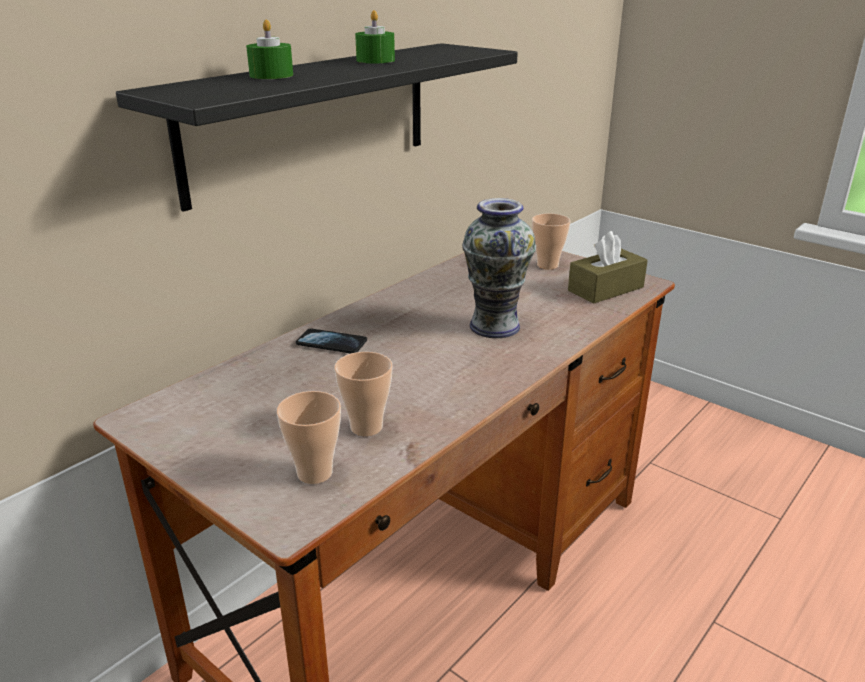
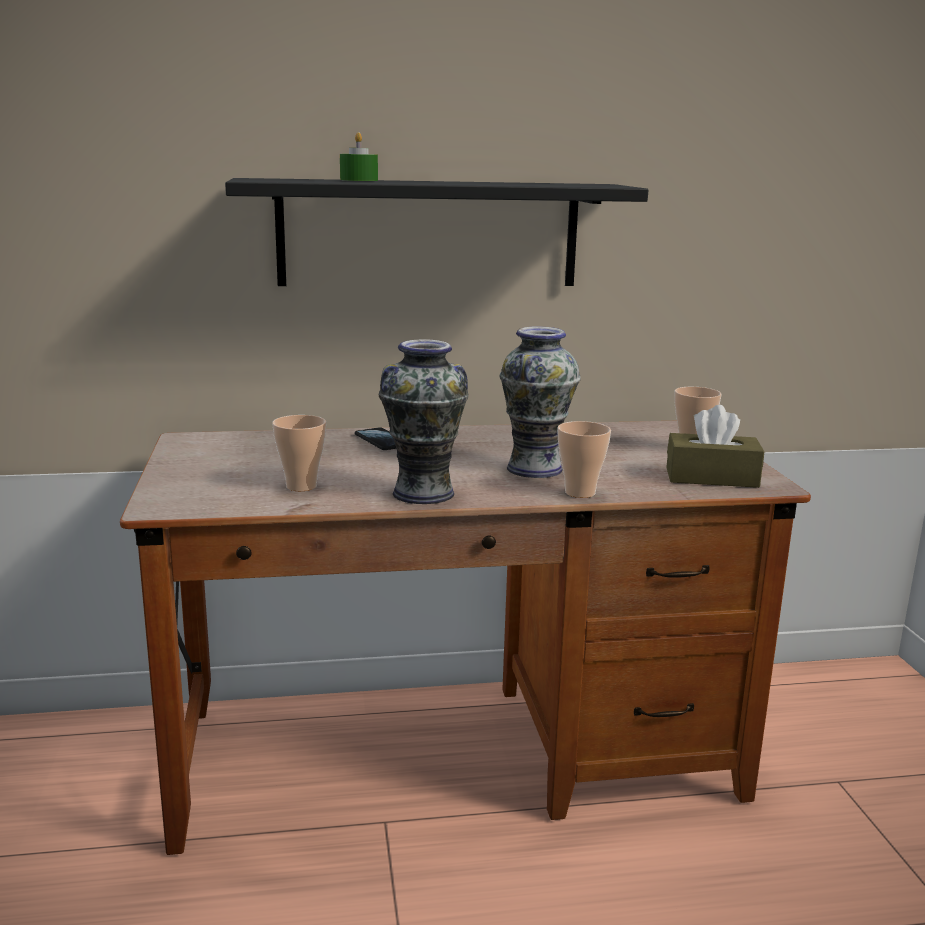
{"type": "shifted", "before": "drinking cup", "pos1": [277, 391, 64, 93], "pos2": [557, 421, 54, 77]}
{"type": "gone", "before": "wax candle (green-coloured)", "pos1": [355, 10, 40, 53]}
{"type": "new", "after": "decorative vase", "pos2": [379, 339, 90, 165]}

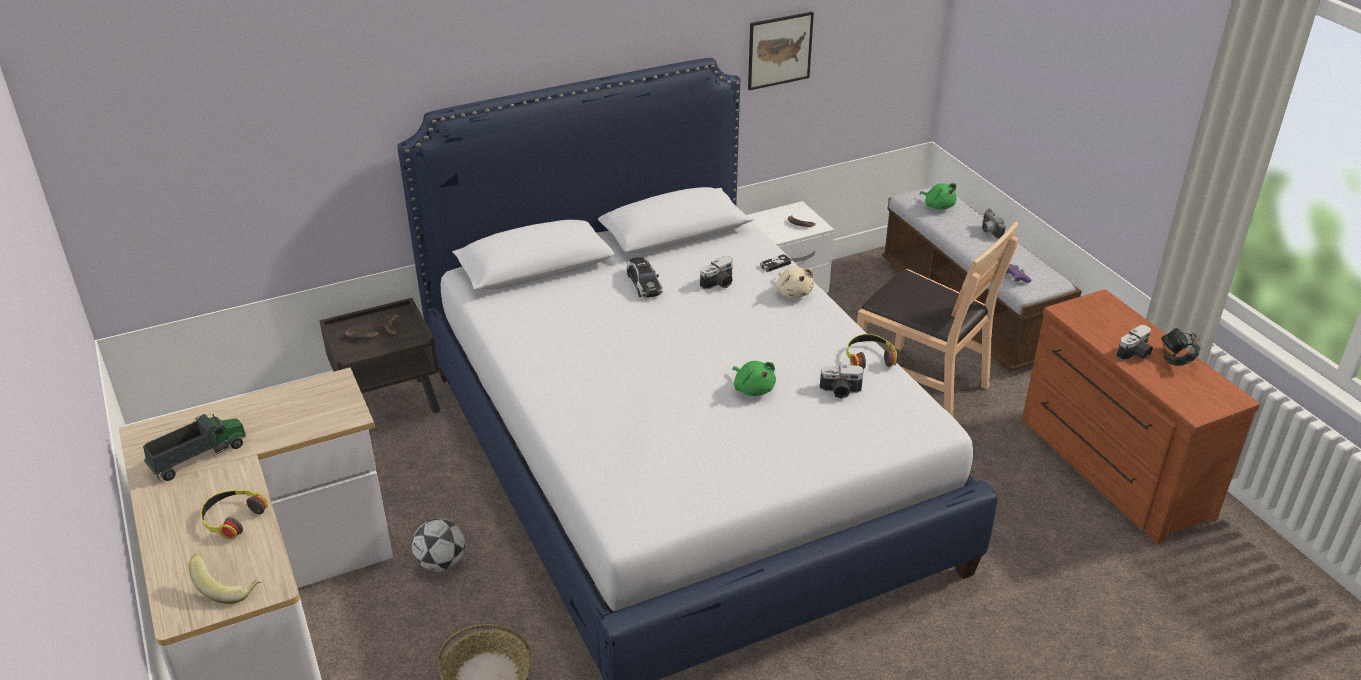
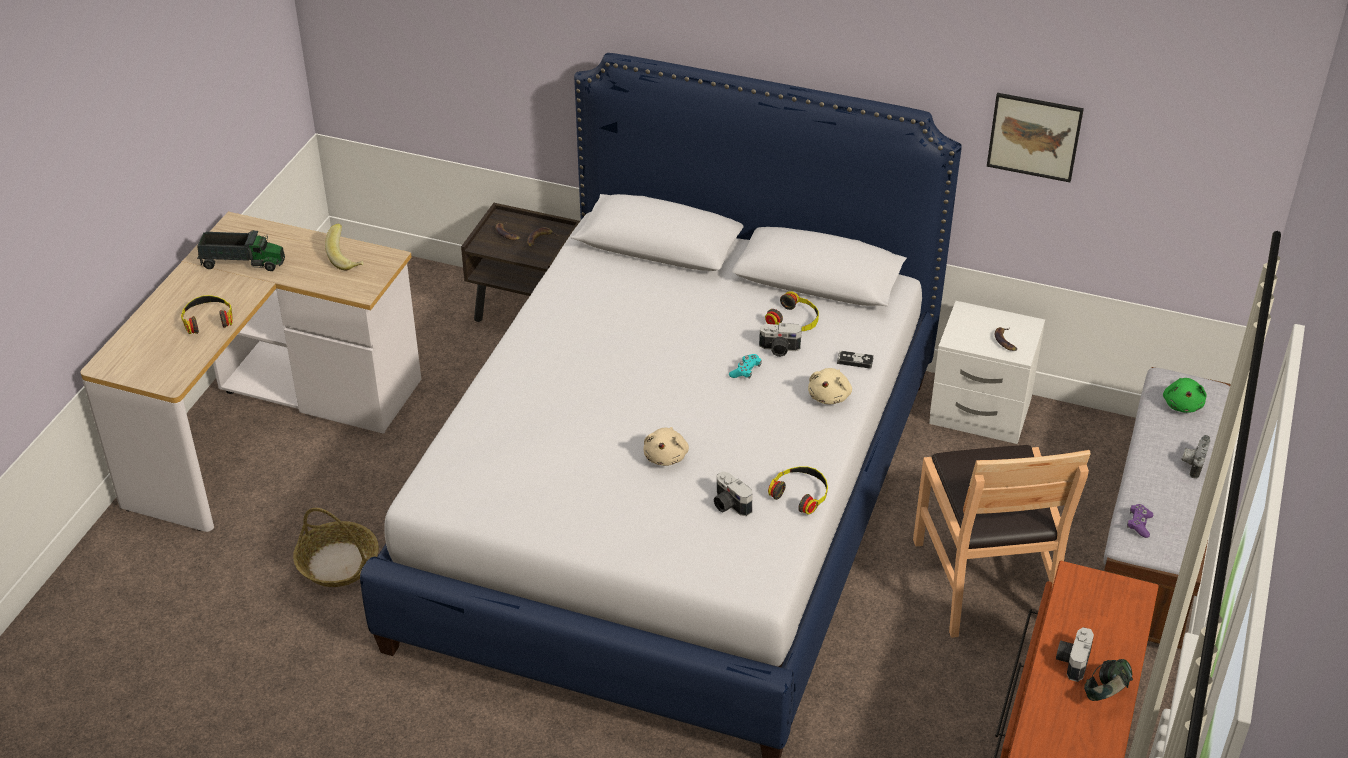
{"type": "shifted", "before": "banana fruit", "pos1": [189, 554, 73, 50], "pos2": [325, 224, 38, 47]}
{"type": "gone", "before": "football", "pos1": [412, 518, 53, 53]}
{"type": "gone", "before": "miniature car", "pos1": [627, 257, 36, 41]}
{"type": "repainted", "before": "soft toy (green-coloured)", "after": "soft toy (beige-coloured)", "pos1": [733, 361, 43, 35], "pos2": [644, 427, 45, 39]}
{"type": "rotated", "before": "still camera", "pos1": [1116, 325, 37, 36], "pos2": [1056, 627, 38, 55], "turn": 105}
{"type": "new", "after": "gamepad (turquoise-coloured)", "pos2": [729, 354, 33, 25]}
{"type": "new", "after": "pair of headphones", "pos2": [765, 291, 54, 40]}

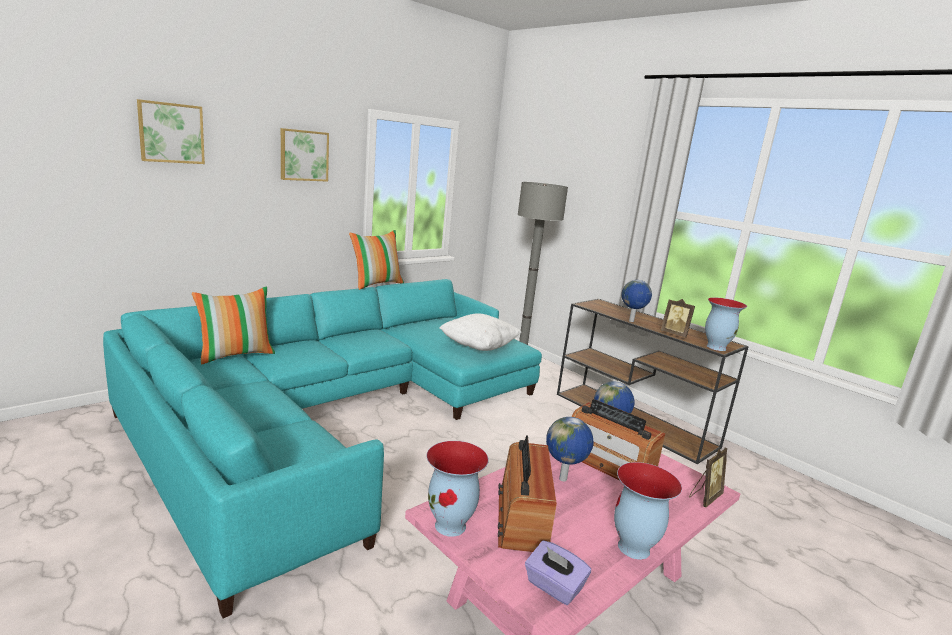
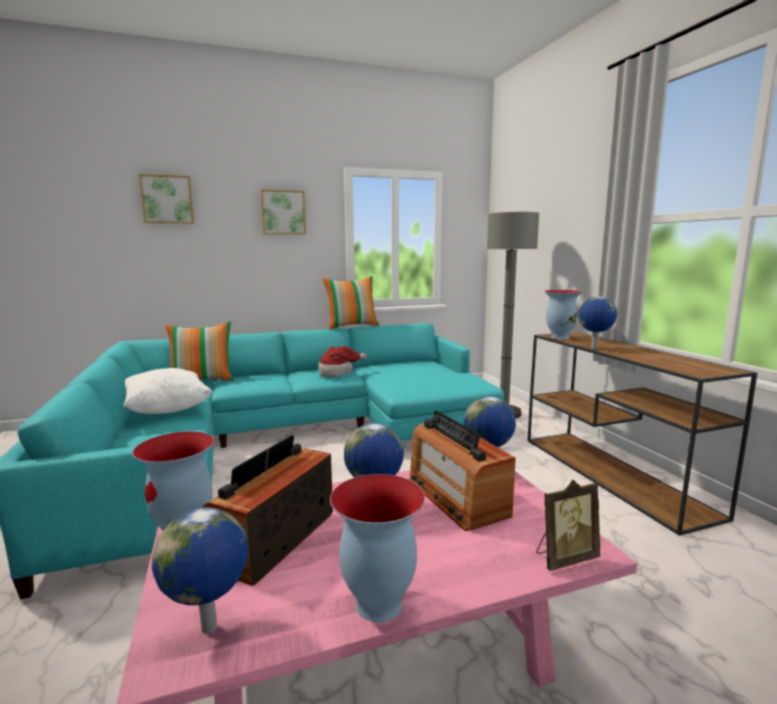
{"type": "shifted", "before": "cushion (white-coloured)", "pos1": [439, 313, 82, 38], "pos2": [123, 368, 89, 46]}
{"type": "swapped", "before": "tissue box (purplish)", "after": "world globe", "pos1": [525, 540, 66, 65], "pos2": [152, 508, 96, 126]}
{"type": "gone", "before": "photo frame", "pos1": [661, 299, 34, 39]}
{"type": "shifted", "before": "decorative vase", "pos1": [705, 297, 42, 54], "pos2": [545, 290, 37, 49]}
{"type": "new", "after": "hat", "pos2": [318, 346, 49, 31]}

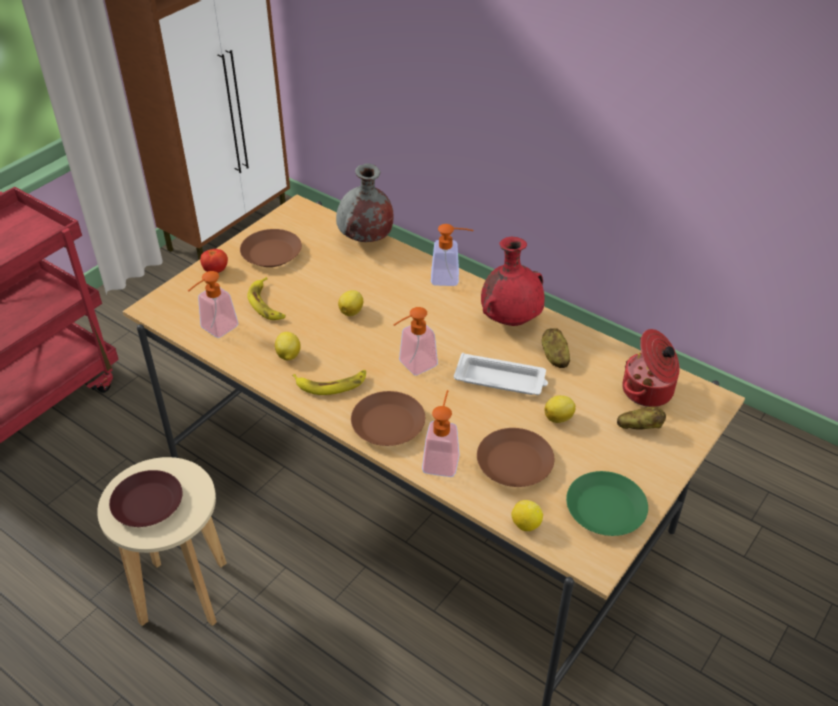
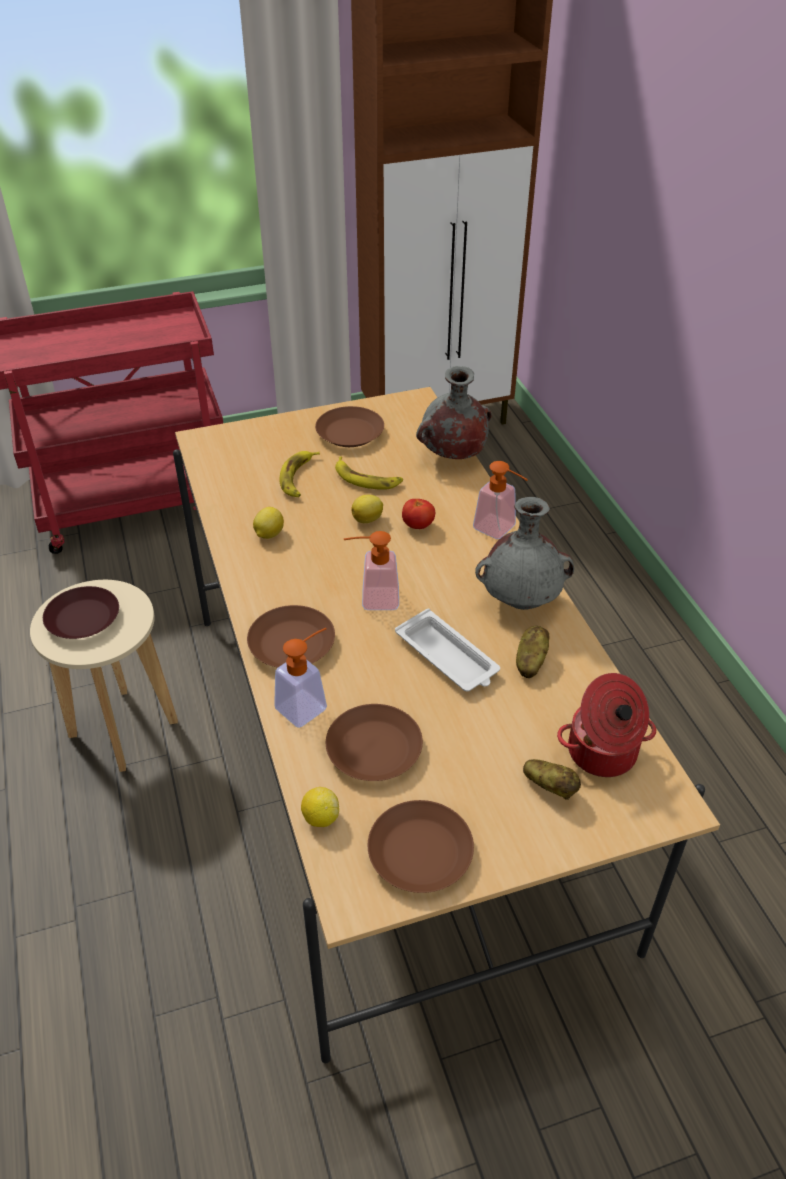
{"type": "gone", "before": "soap dispenser", "pos1": [188, 271, 51, 67]}
{"type": "shifted", "before": "fresh tomato", "pos1": [200, 249, 28, 24], "pos2": [402, 499, 33, 30]}
{"type": "shifted", "before": "banana fruit", "pos1": [293, 370, 73, 25], "pos2": [335, 456, 68, 34]}
{"type": "repainted", "before": "decorative vase (red-coloured)", "after": "decorative vase (gray)", "pos1": [481, 237, 63, 89], "pos2": [475, 497, 99, 113]}
{"type": "gone", "before": "citrus fruit", "pos1": [545, 395, 31, 28]}
{"type": "repainted", "before": "plate (green-coloured)", "after": "plate (brown)", "pos1": [566, 471, 82, 65], "pos2": [368, 800, 106, 93]}

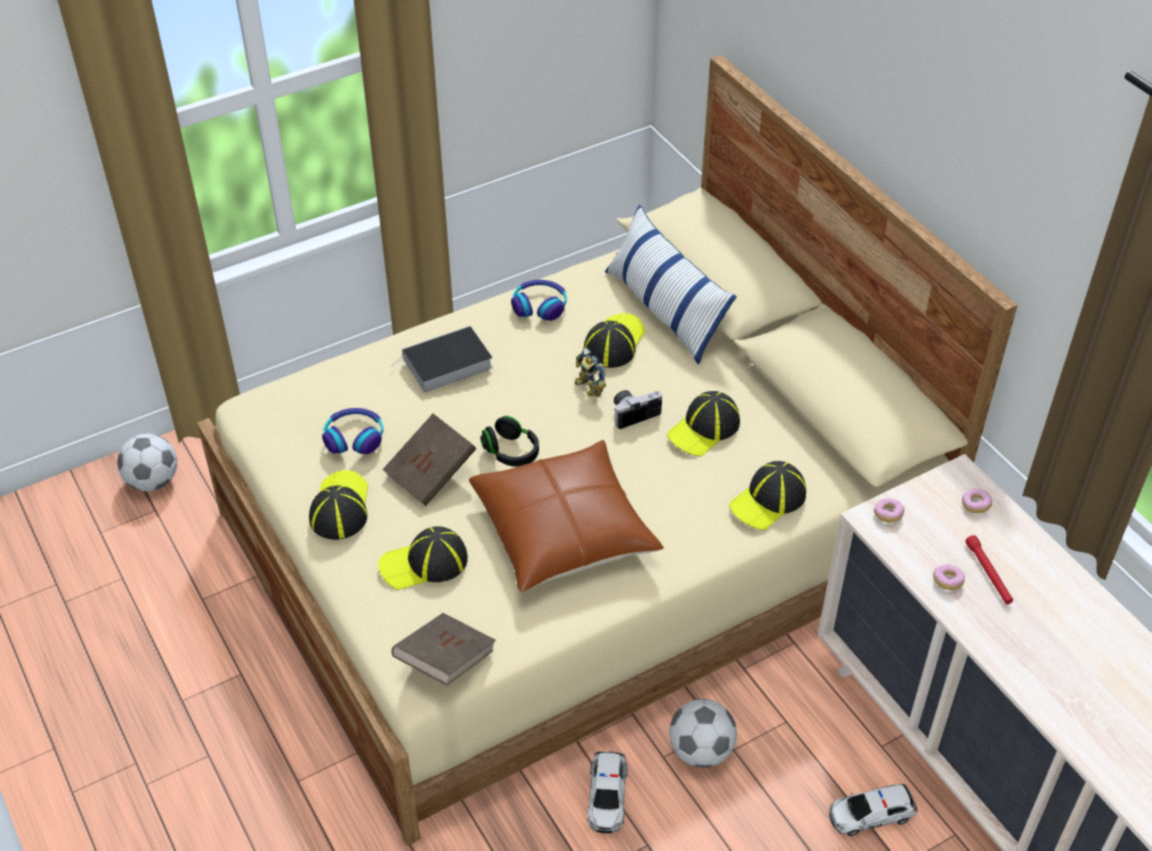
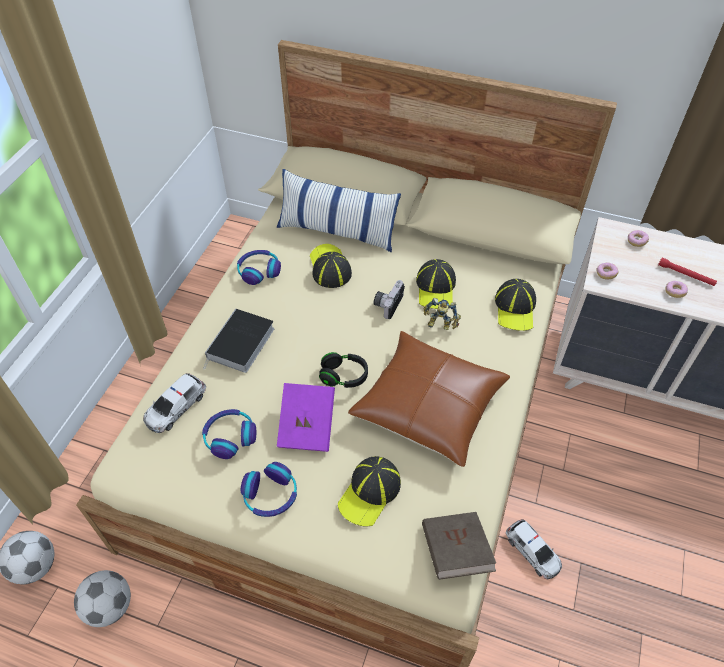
{"type": "swapped", "before": "peaked cap", "after": "pair of headphones", "pos1": [309, 470, 59, 70], "pos2": [241, 462, 56, 55]}
{"type": "repainted", "before": "book (brown)", "after": "book (purplish)", "pos1": [382, 414, 94, 92], "pos2": [277, 383, 58, 69]}
{"type": "shifted", "before": "robot figure", "pos1": [575, 348, 31, 49], "pos2": [423, 298, 38, 32]}
{"type": "shifted", "before": "football", "pos1": [669, 699, 68, 69], "pos2": [74, 570, 57, 57]}
{"type": "shifted", "before": "miniature car", "pos1": [829, 784, 89, 52], "pos2": [143, 373, 63, 60]}

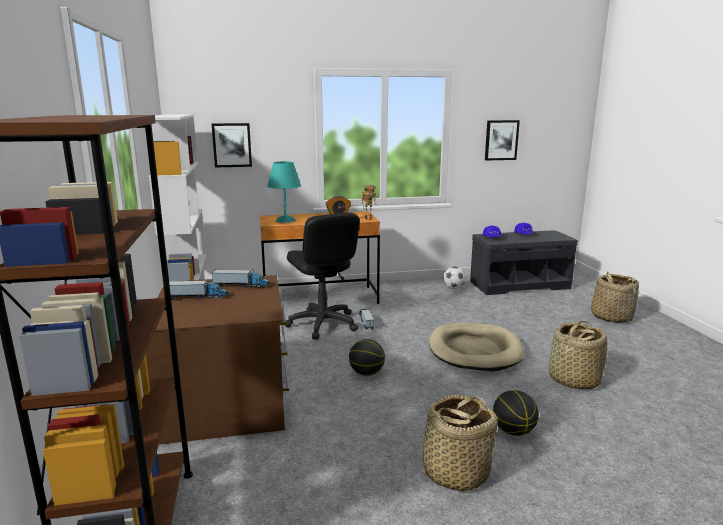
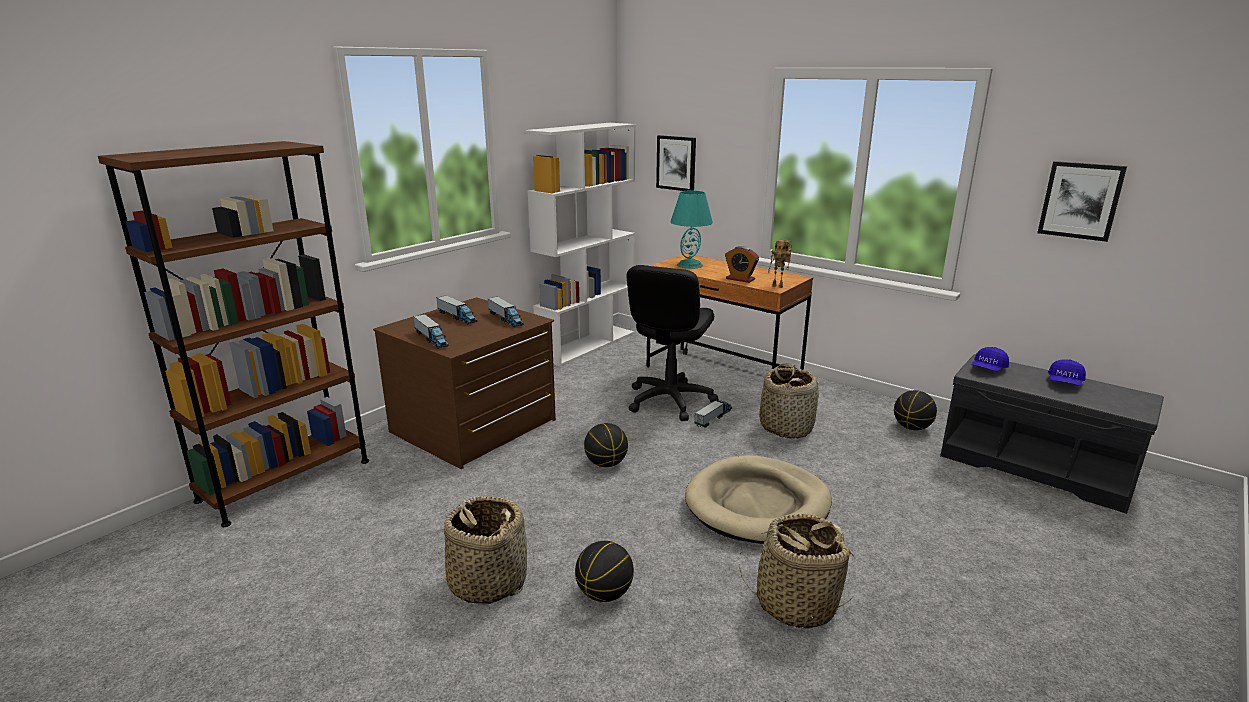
{"type": "swapped", "before": "football", "after": "basketball ball", "pos1": [443, 266, 23, 23], "pos2": [894, 390, 43, 40]}
{"type": "shifted", "before": "household basket", "pos1": [591, 272, 48, 51], "pos2": [759, 363, 60, 76]}
{"type": "new", "after": "toy lorry", "pos2": [413, 314, 36, 35]}

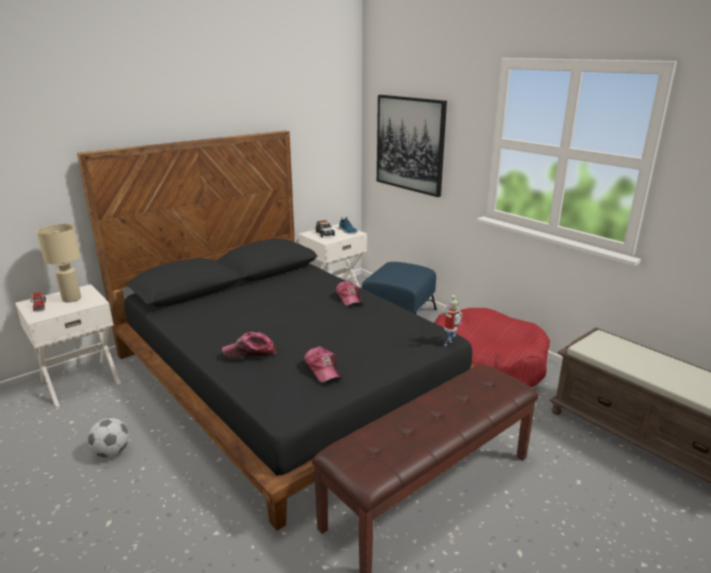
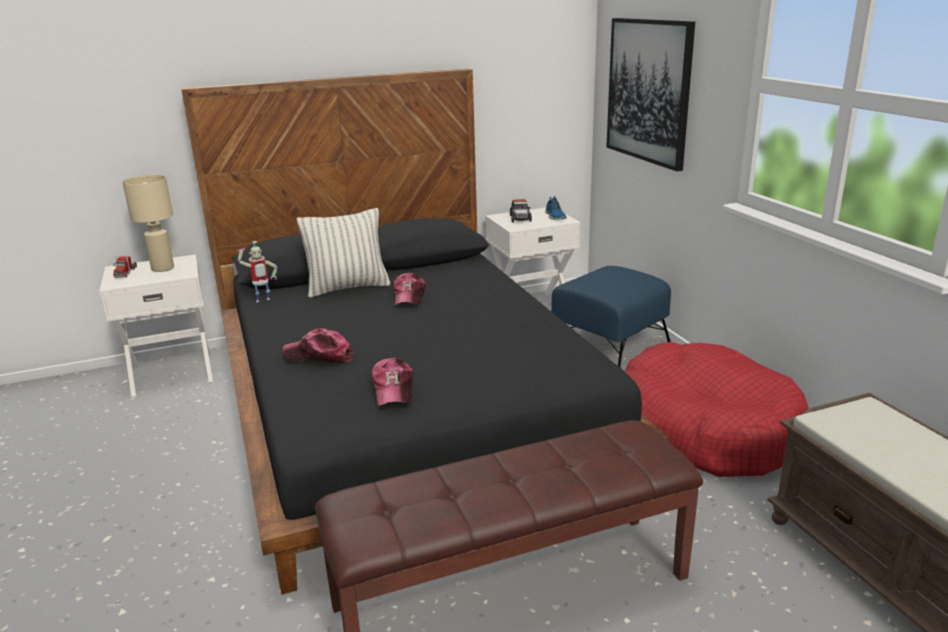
{"type": "gone", "before": "football", "pos1": [87, 418, 42, 40]}
{"type": "shifted", "before": "peaked cap", "pos1": [336, 281, 27, 25], "pos2": [394, 273, 32, 32]}
{"type": "shifted", "before": "robot figure", "pos1": [444, 295, 18, 51], "pos2": [237, 241, 41, 61]}
{"type": "new", "after": "cushion", "pos2": [296, 208, 94, 90]}

